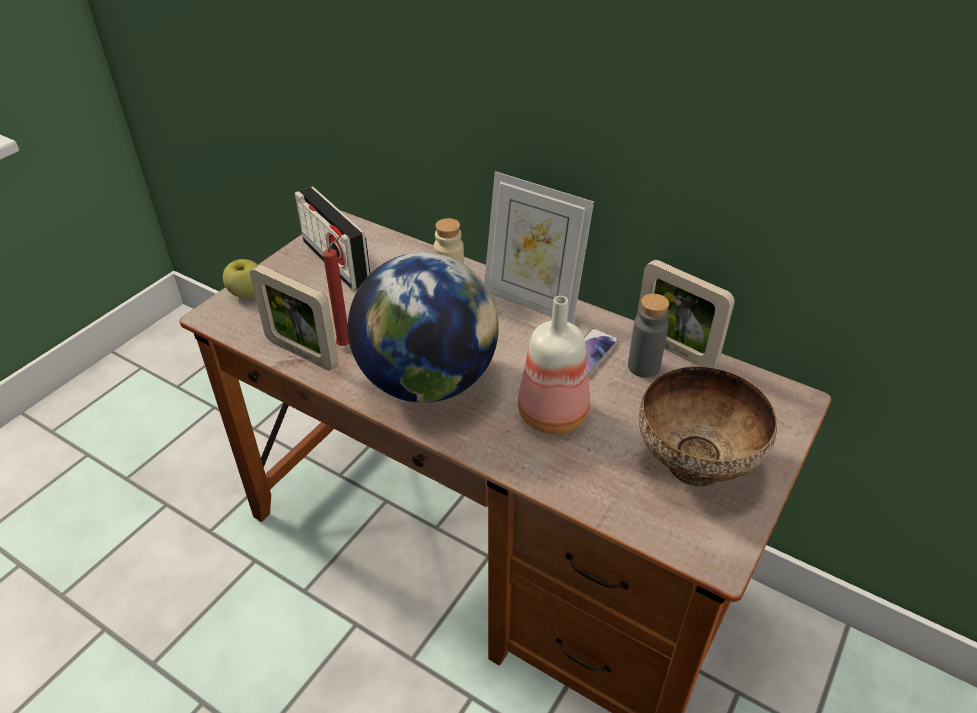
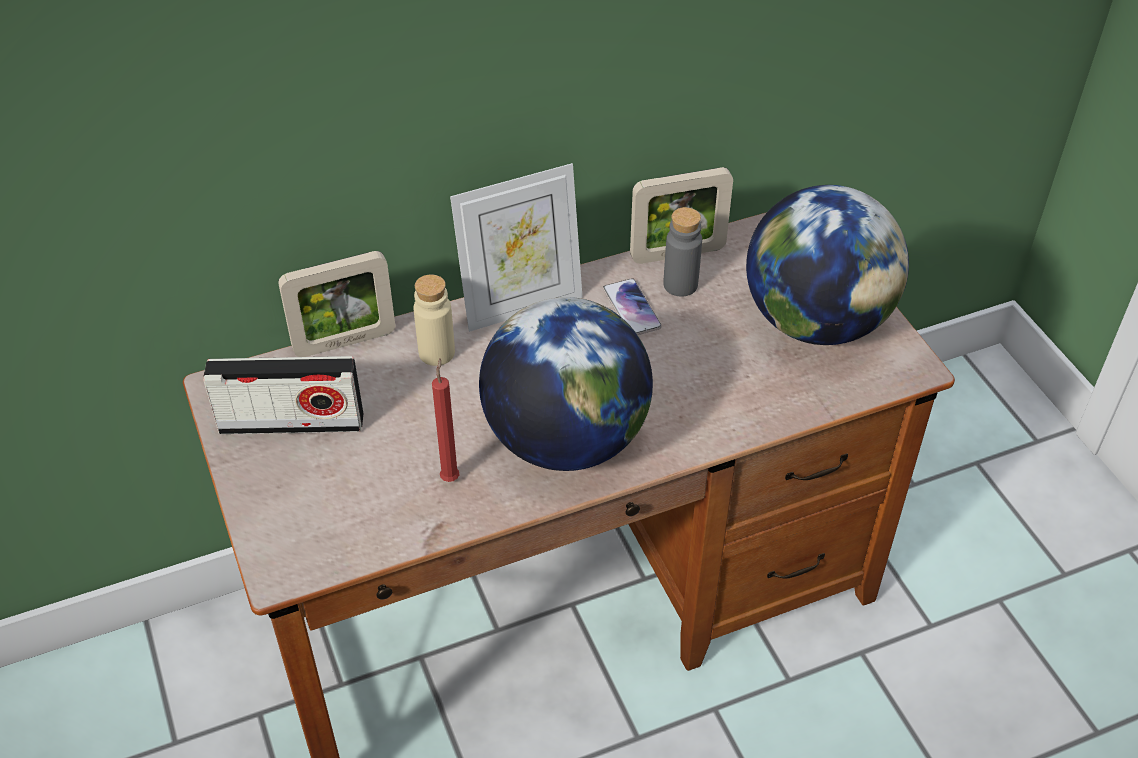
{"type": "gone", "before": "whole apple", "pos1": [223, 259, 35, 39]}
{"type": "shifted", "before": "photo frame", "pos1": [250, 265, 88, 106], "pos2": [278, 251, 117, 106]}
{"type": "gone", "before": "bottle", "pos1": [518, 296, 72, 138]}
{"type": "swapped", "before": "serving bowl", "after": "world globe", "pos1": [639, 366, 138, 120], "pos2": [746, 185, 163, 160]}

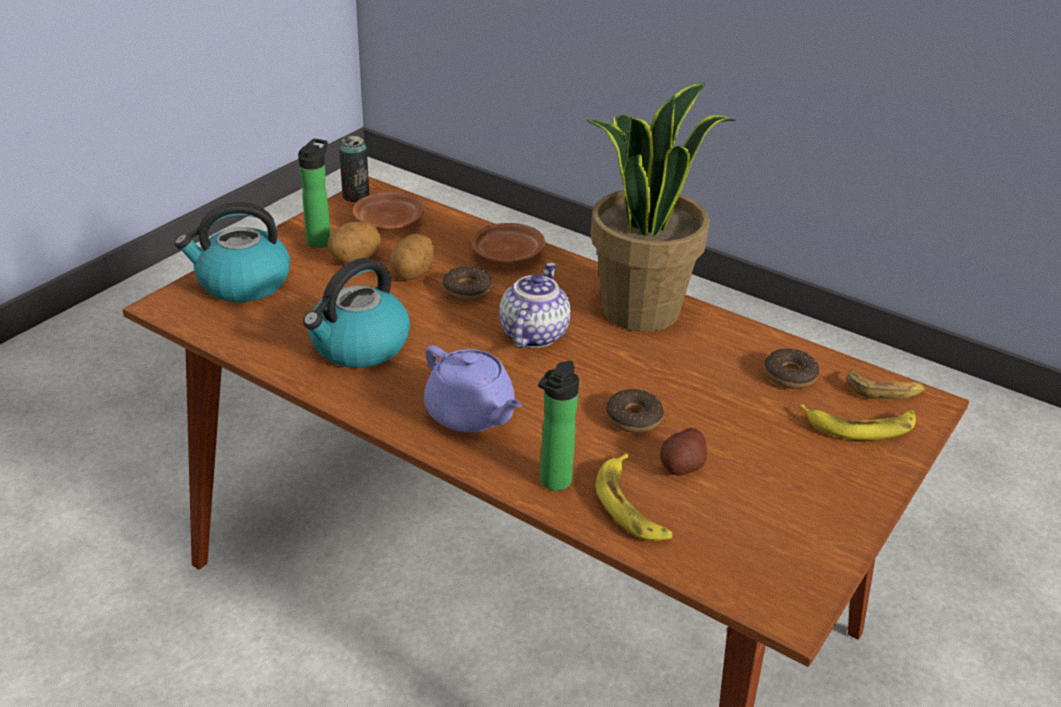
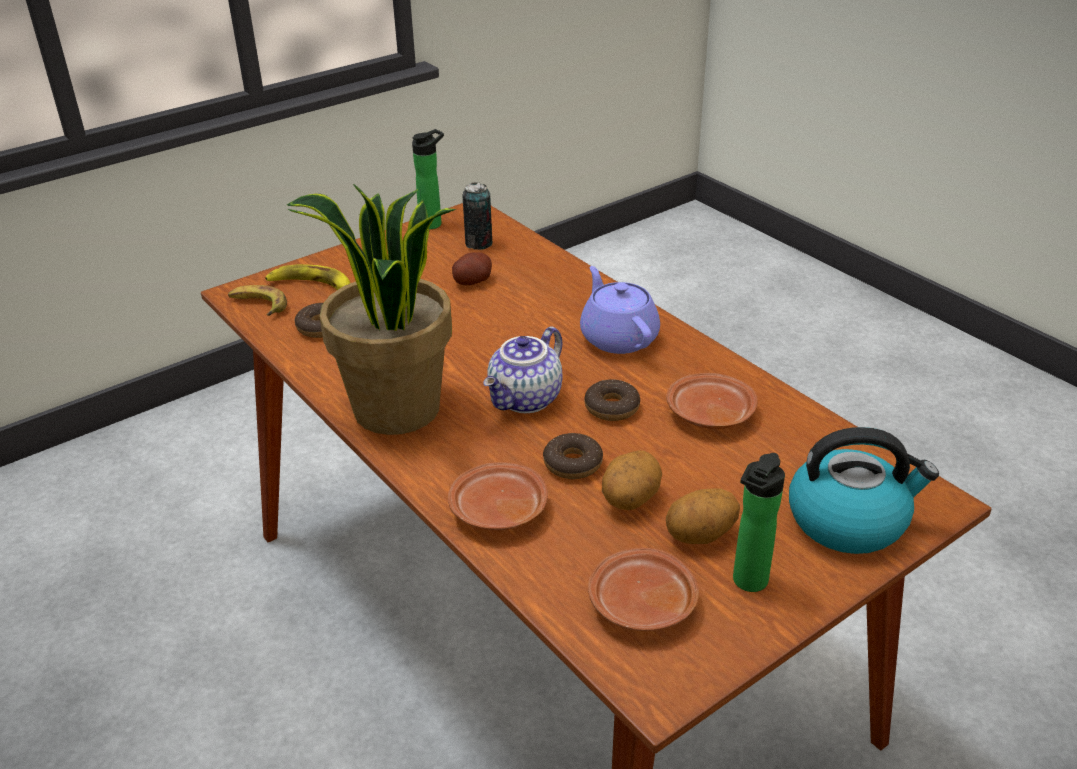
{"type": "swapped", "before": "tea kettle", "after": "plate (brown)", "pos1": [303, 258, 107, 110], "pos2": [666, 373, 92, 56]}
{"type": "shifted", "before": "sealed can", "pos1": [339, 136, 30, 66], "pos2": [463, 182, 30, 68]}
{"type": "shifted", "before": "bottle", "pos1": [538, 361, 41, 130], "pos2": [412, 129, 32, 100]}
{"type": "gone", "before": "banana fruit", "pos1": [595, 453, 77, 88]}
{"type": "shifted", "before": "doughnut", "pos1": [606, 389, 58, 44], "pos2": [584, 379, 56, 42]}

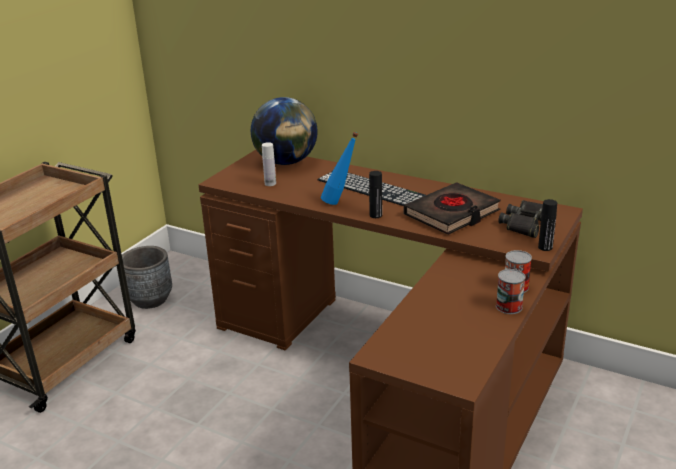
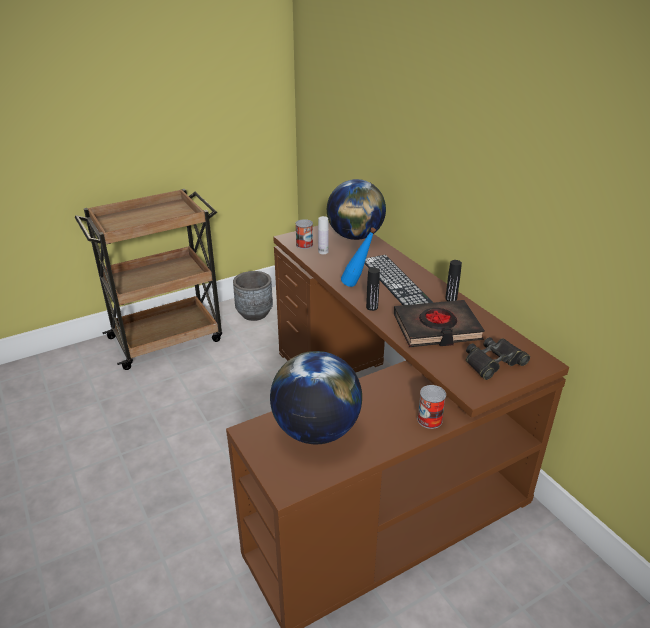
{"type": "shifted", "before": "sealed can", "pos1": [496, 269, 30, 45], "pos2": [295, 219, 18, 30]}
{"type": "shifted", "before": "bottle (black-coloured)", "pos1": [538, 199, 19, 52], "pos2": [445, 260, 17, 41]}
{"type": "new", "after": "world globe", "pos2": [270, 351, 92, 93]}

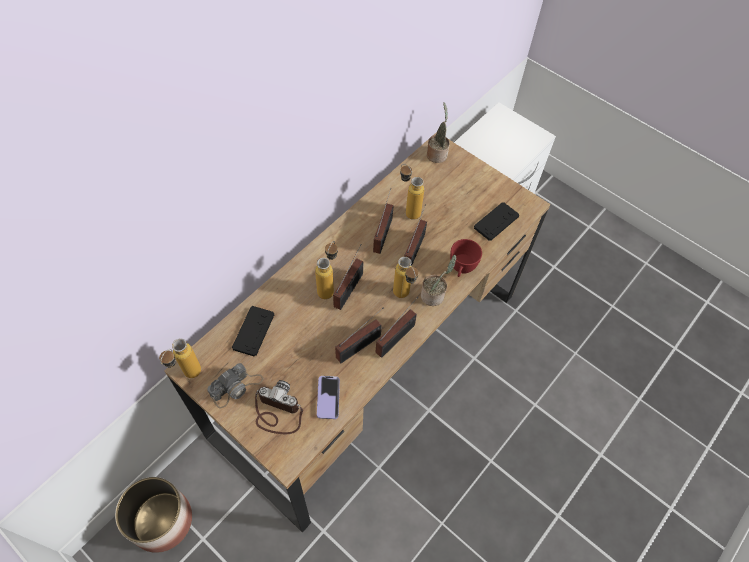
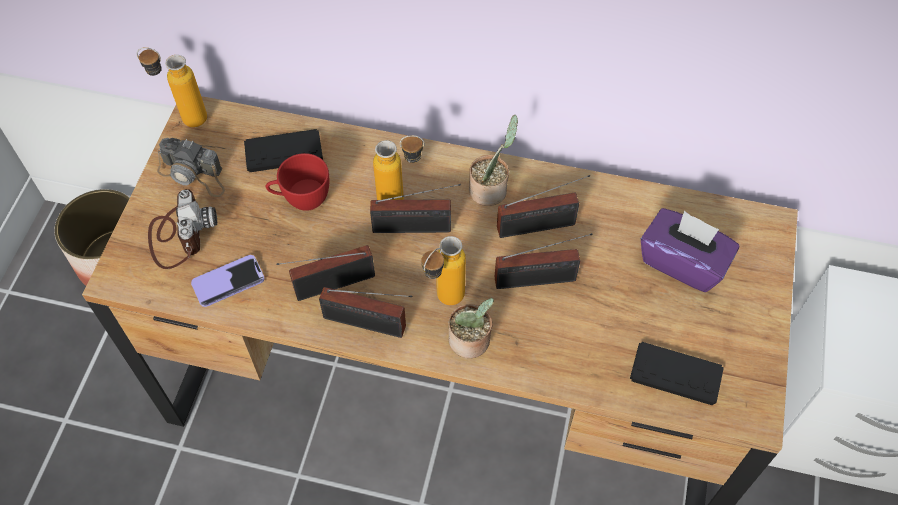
{"type": "rotated", "before": "radio", "pos1": [335, 307, 49, 56], "pos2": [276, 245, 99, 56], "turn": 135}
{"type": "gone", "before": "bottle", "pos1": [400, 164, 24, 56]}
{"type": "shifted", "before": "houseplant", "pos1": [427, 102, 23, 61], "pos2": [469, 115, 49, 91]}
{"type": "shifted", "before": "drinking cup (red-coloured)", "pos1": [450, 239, 32, 38], "pos2": [266, 153, 63, 58]}
{"type": "new", "after": "tissue box (purplish)", "pos2": [641, 208, 98, 84]}

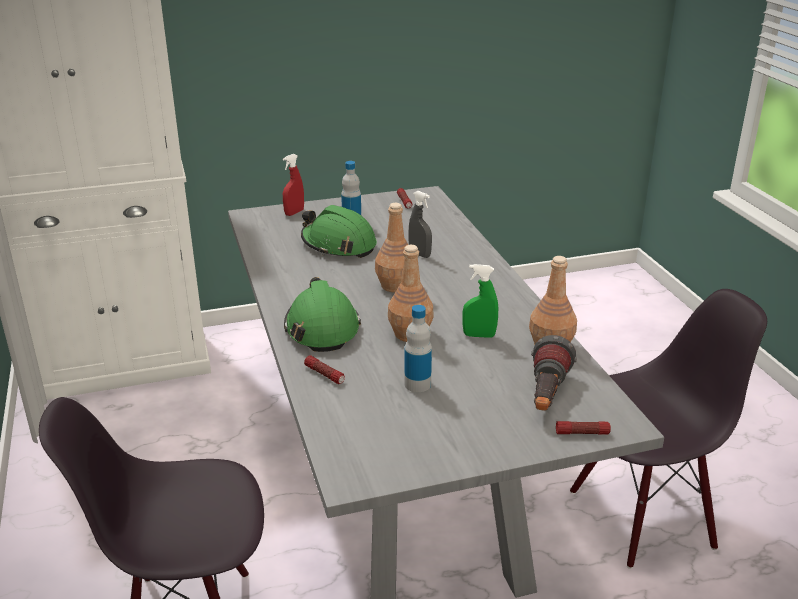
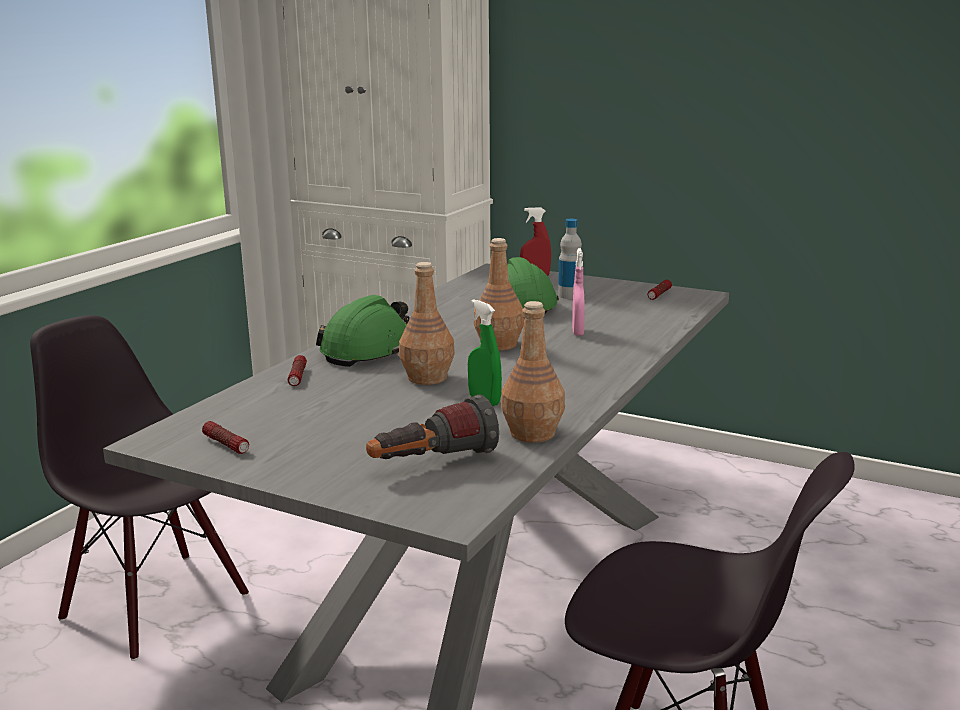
{"type": "gone", "before": "bottle", "pos1": [404, 305, 28, 87]}
{"type": "repainted", "before": "hand sprayer (gray)", "after": "hand sprayer (pinkish)", "pos1": [408, 191, 24, 67], "pos2": [572, 248, 13, 88]}
{"type": "shifted", "before": "torch", "pos1": [556, 421, 55, 14], "pos2": [202, 421, 47, 33]}

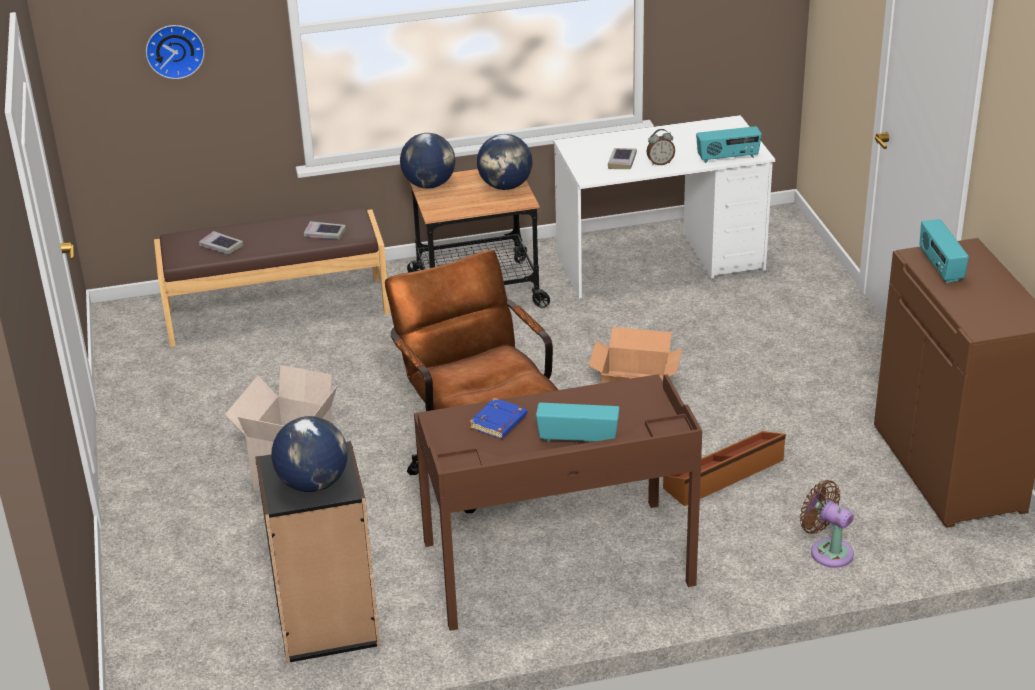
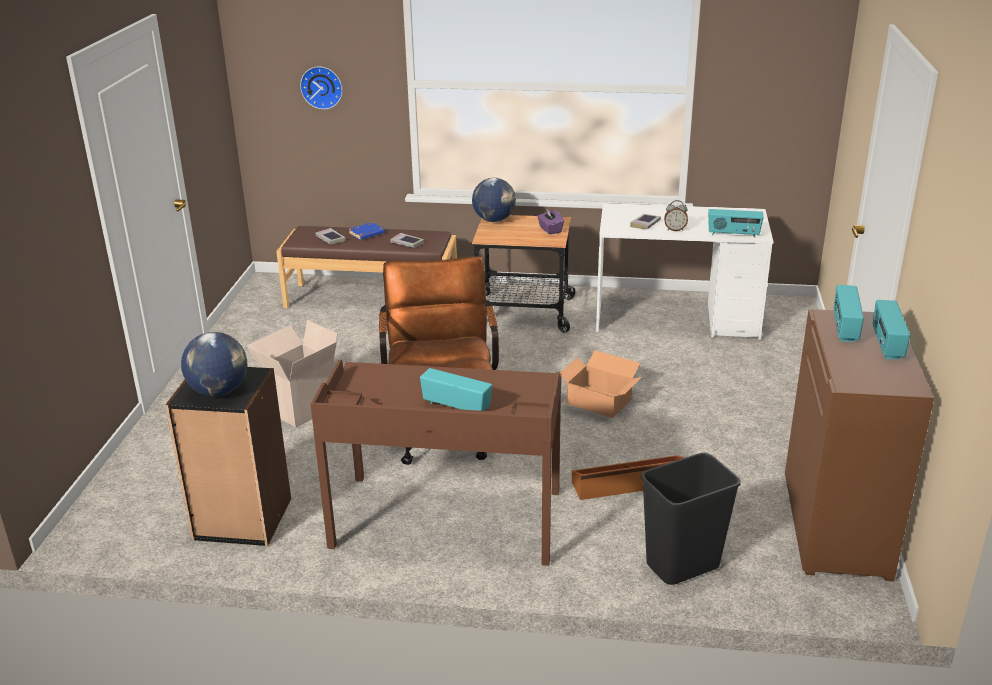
{"type": "shifted", "before": "book (blue)", "pos1": [470, 398, 57, 41], "pos2": [349, 222, 36, 18]}
{"type": "swapped", "before": "world globe", "after": "tissue box (purplish)", "pos1": [477, 134, 56, 56], "pos2": [537, 209, 27, 25]}
{"type": "swapped", "before": "fan (brown)", "after": "waste bin (black-coloured)", "pos1": [800, 480, 54, 88], "pos2": [641, 453, 100, 132]}
{"type": "new", "after": "radio", "pos2": [872, 300, 39, 59]}

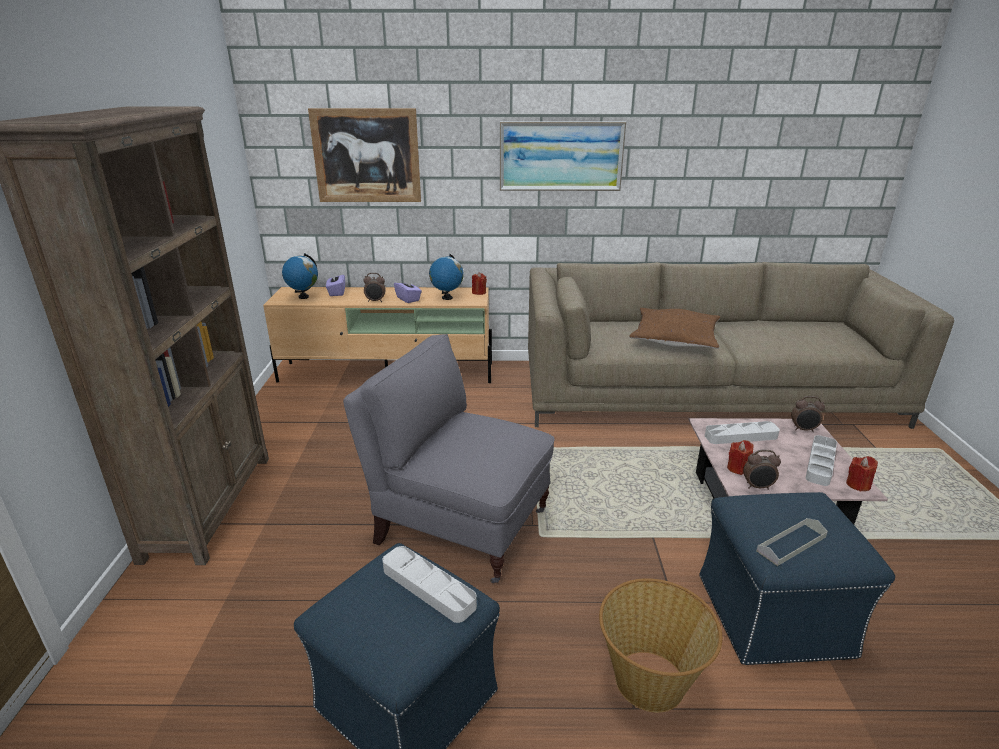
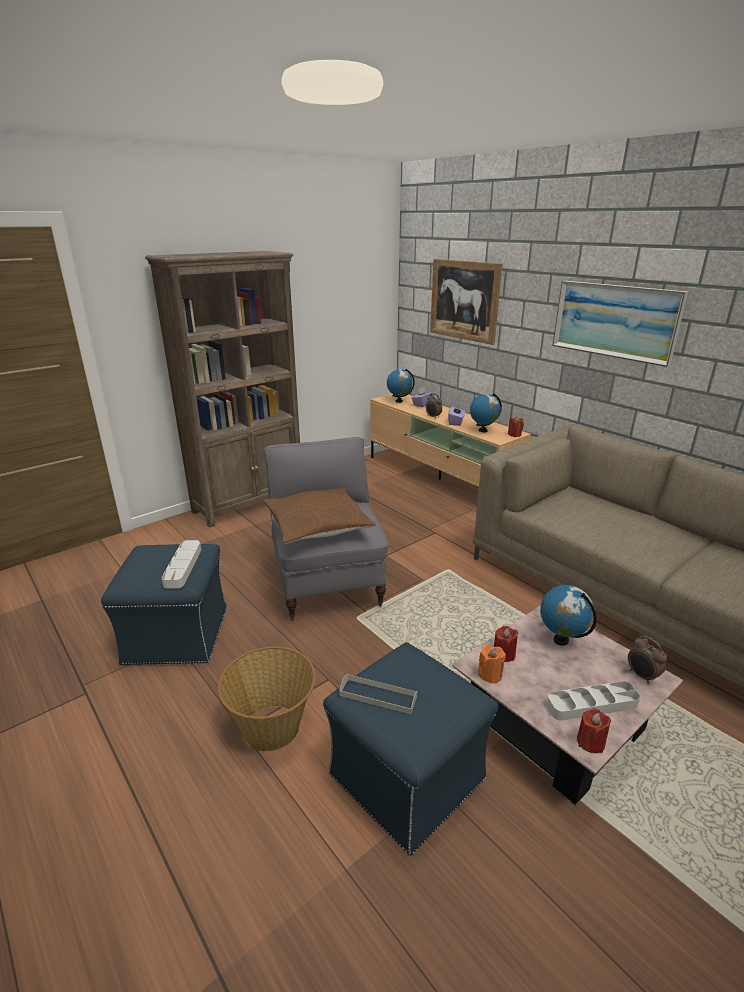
{"type": "shifted", "before": "cushion (brown)", "pos1": [629, 308, 91, 41], "pos2": [263, 488, 113, 56]}
{"type": "swapped", "before": "tray (gray)", "after": "world globe", "pos1": [705, 421, 75, 23], "pos2": [540, 585, 57, 61]}
{"type": "swapped", "before": "bedside clock", "after": "wax candle (orange-coloured)", "pos1": [743, 450, 38, 40], "pos2": [478, 646, 28, 38]}

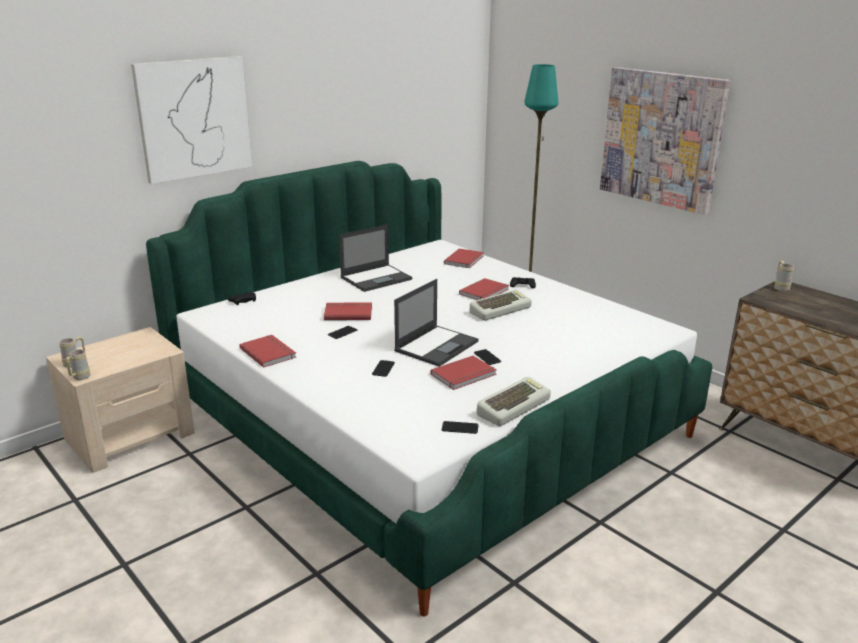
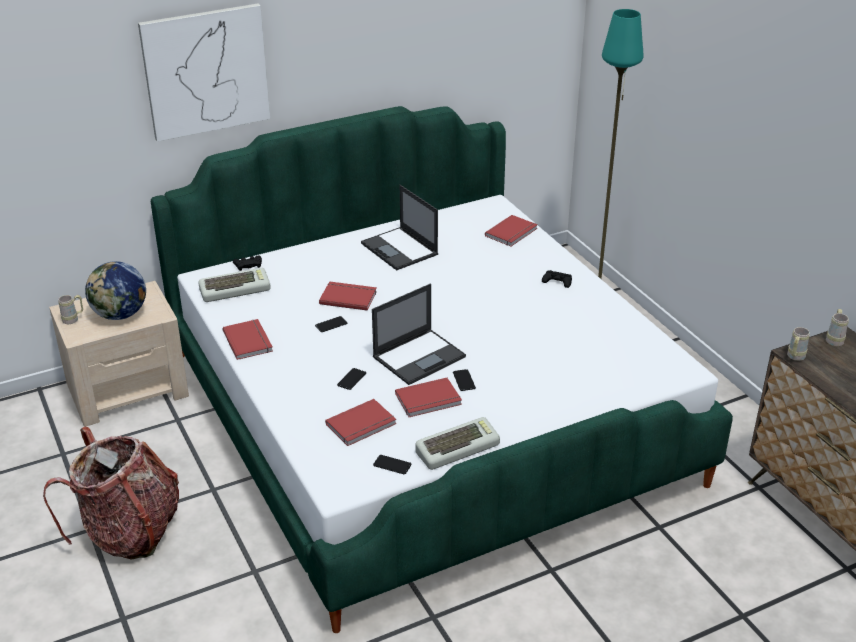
{"type": "shifted", "before": "mug (beige-coloured)", "pos1": [66, 349, 25, 31], "pos2": [787, 327, 23, 34]}
{"type": "rotated", "before": "portable computer", "pos1": [339, 225, 73, 67], "pos2": [361, 185, 77, 86], "turn": 75}
{"type": "shifted", "before": "book (red-coloured)", "pos1": [459, 278, 50, 22], "pos2": [325, 399, 71, 47]}
{"type": "shifted", "before": "keyboard", "pos1": [470, 290, 62, 31], "pos2": [198, 268, 73, 34]}
{"type": "gone", "before": "wall art", "pos1": [600, 67, 130, 148]}
{"type": "new", "after": "knapsack", "pos2": [43, 426, 136, 134]}
{"type": "new", "after": "world globe", "pos2": [85, 261, 61, 59]}

